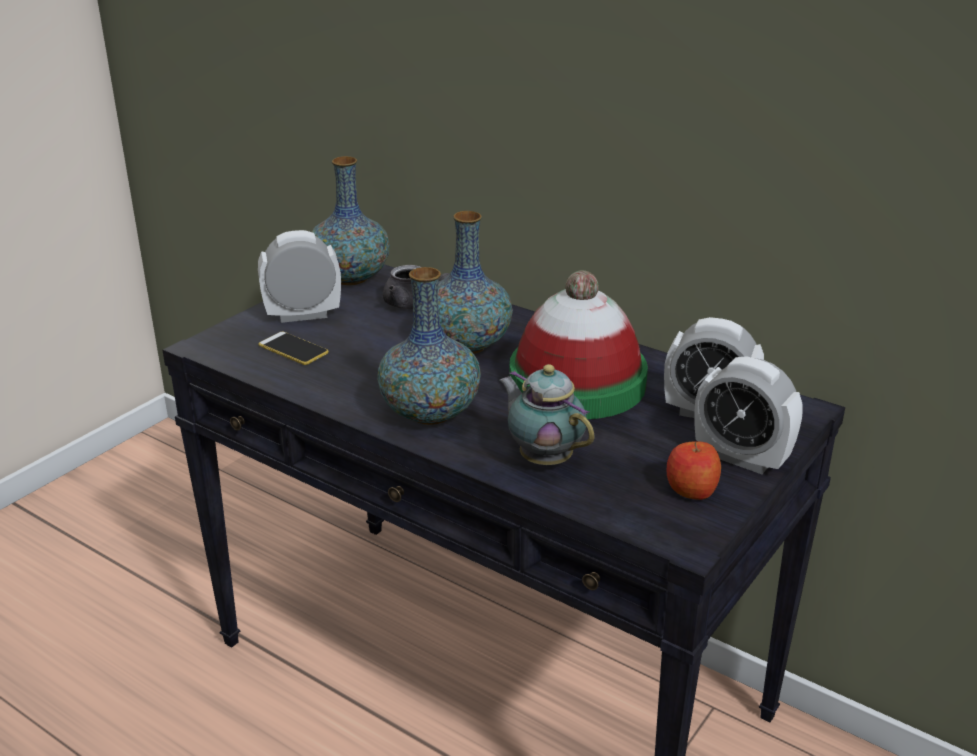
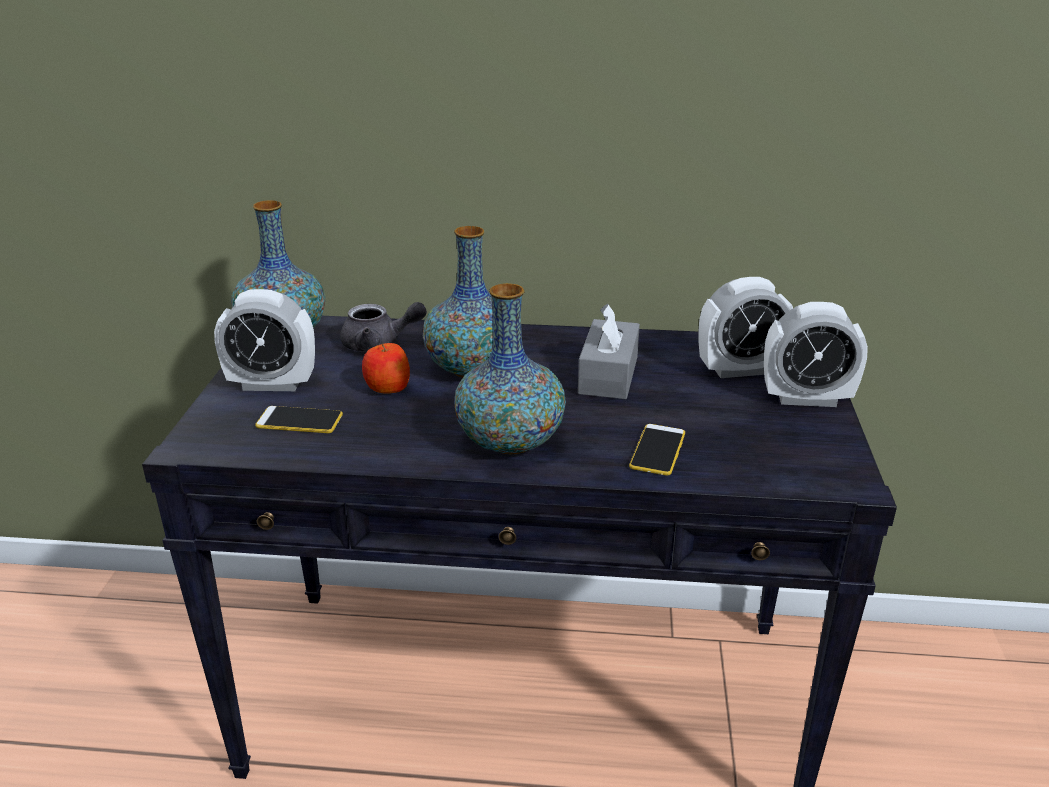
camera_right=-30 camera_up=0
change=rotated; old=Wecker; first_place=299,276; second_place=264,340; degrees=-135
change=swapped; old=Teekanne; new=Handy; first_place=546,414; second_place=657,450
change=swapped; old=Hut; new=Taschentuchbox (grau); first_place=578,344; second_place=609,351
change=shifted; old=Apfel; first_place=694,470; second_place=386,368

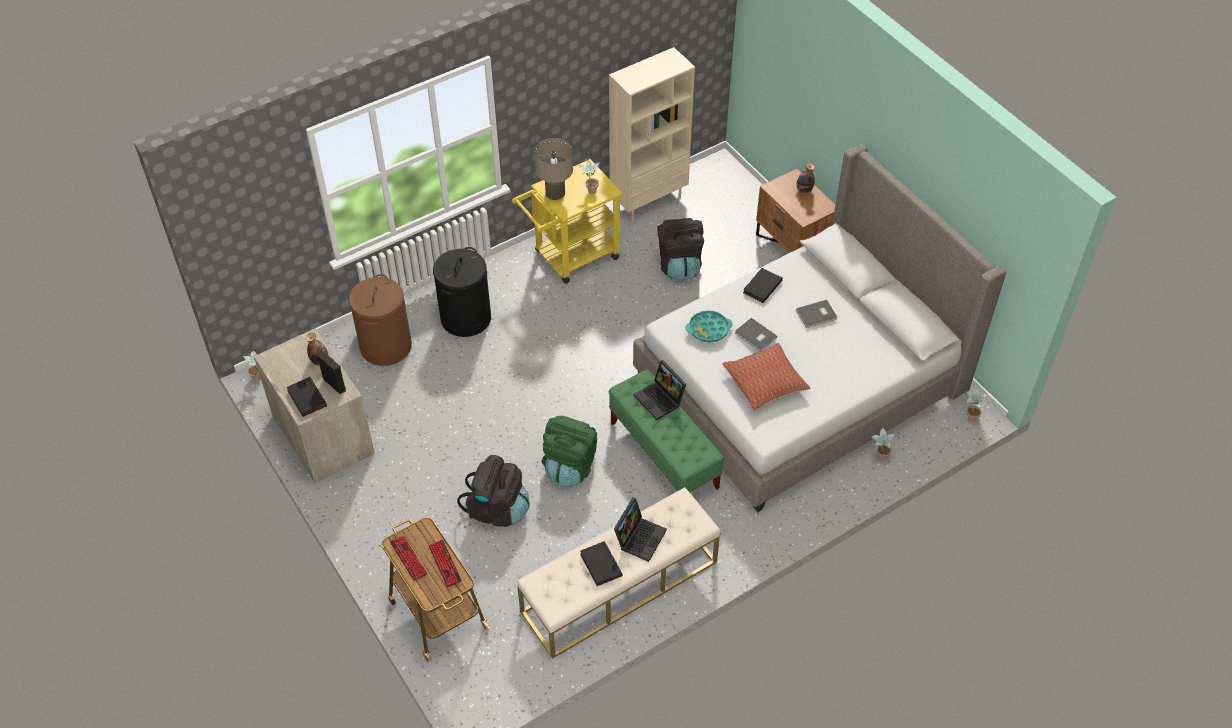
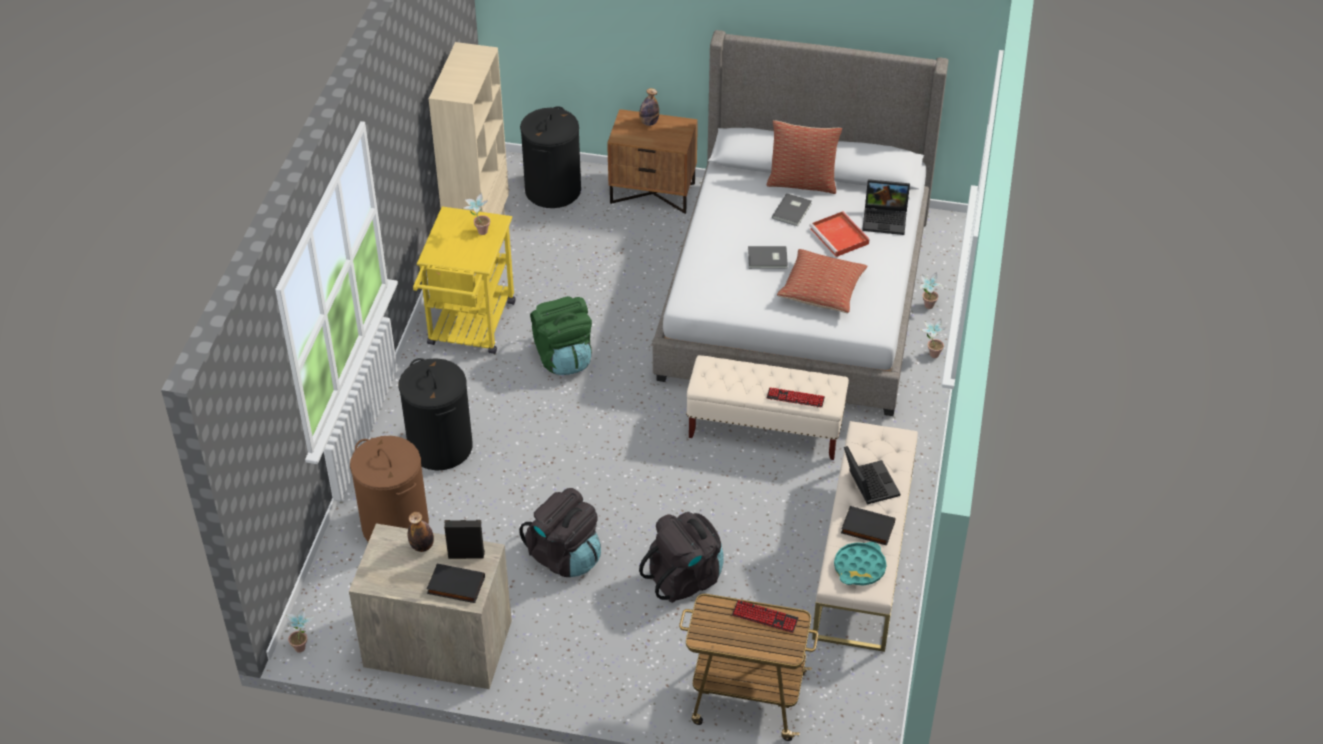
camera_right=-45 camera_up=-5
change=shifted; old=Tastatur; first_place=409,558; second_place=796,397
change=gone; old=Tischlampe (beige); first_place=553,169
change=shifted; old=Rucksack (grün); first_place=569,451; second_place=561,335
change=repainted; old=Bank (grün); new=Bank (beige); first_place=666,431; second_place=767,407
change=shifted; old=Laptop; first_place=660,390; second_place=886,207
change=shifted; old=Rucksack (schwarz); first_place=680,249; second_place=560,532
change=shifted; old=Tablett (türkis); first_place=708,326; second_place=860,564
change=gone; old=Buch (schwarz); first_place=762,285
change=shifted; old=Topfpflanze; first_place=976,404; second_place=933,338
change=new; new=Wäschekorb (schwarz); second_place=550,157
change=new; new=Kissen; second_place=804,157
change=new; new=Tablett (rot); second_place=839,234

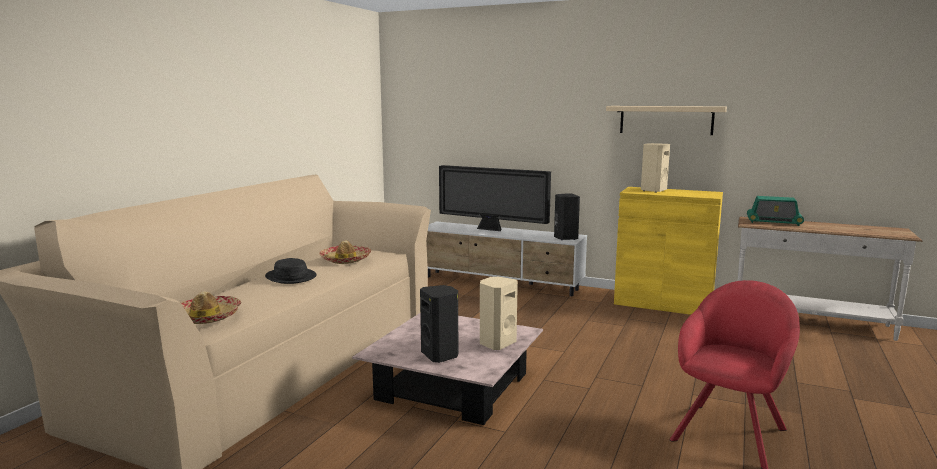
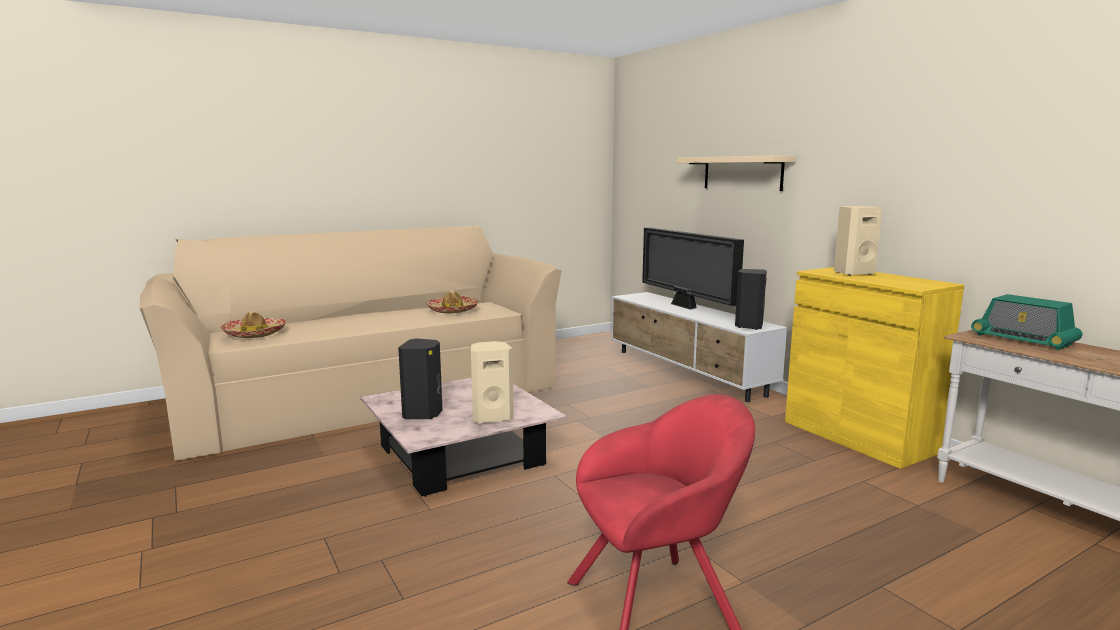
camera_right=35 camera_up=0
change=gone; old=Hut (schwarz); first_place=291,271
change=shifted; old=Wandregal (beige); first_place=666,120; second_place=736,173

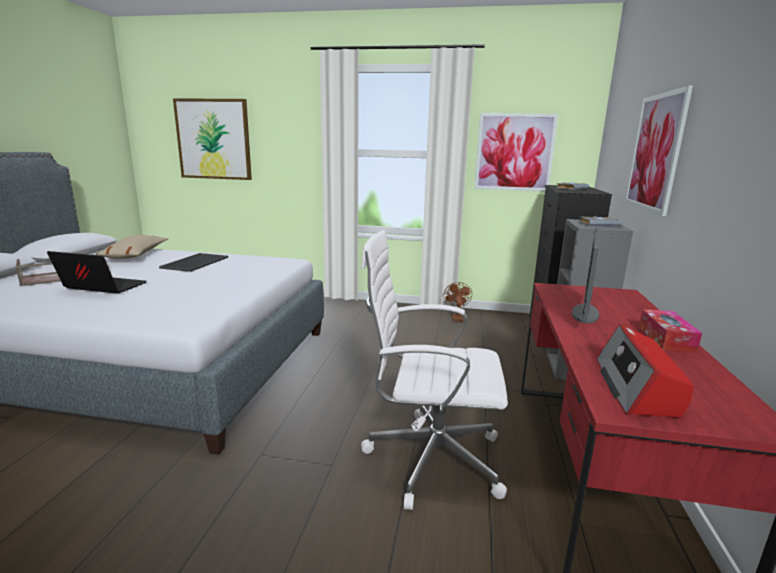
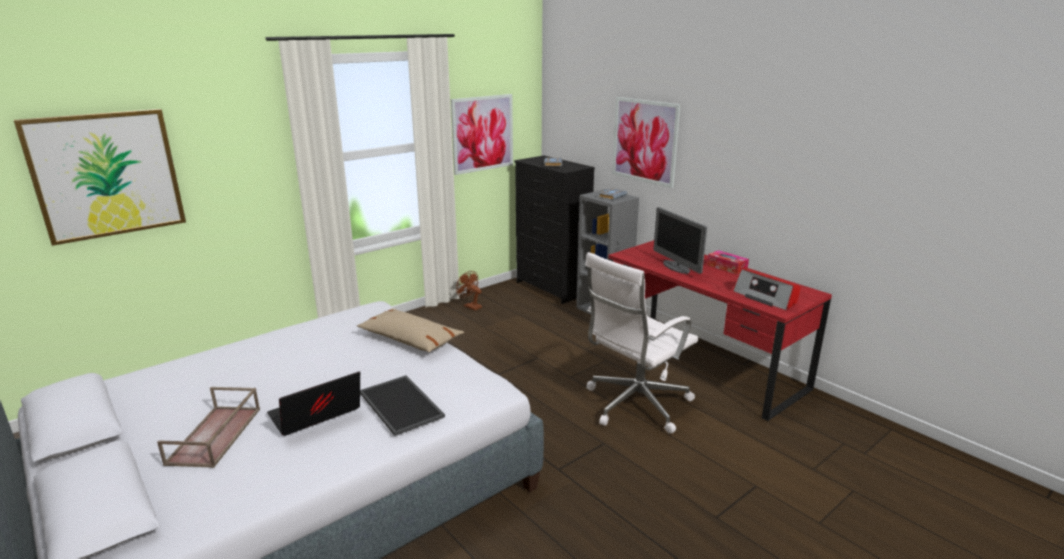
camera_right=-50 camera_up=5
change=shifted; old=Kissen (beige); first_place=133,247; second_place=410,330
change=shifted; old=Tablett; first_place=193,262; second_place=402,405

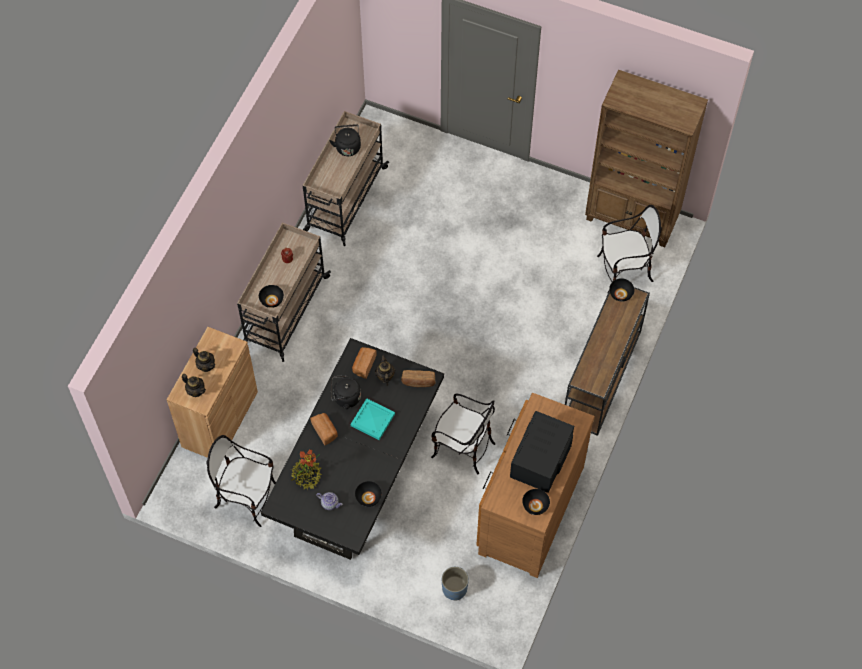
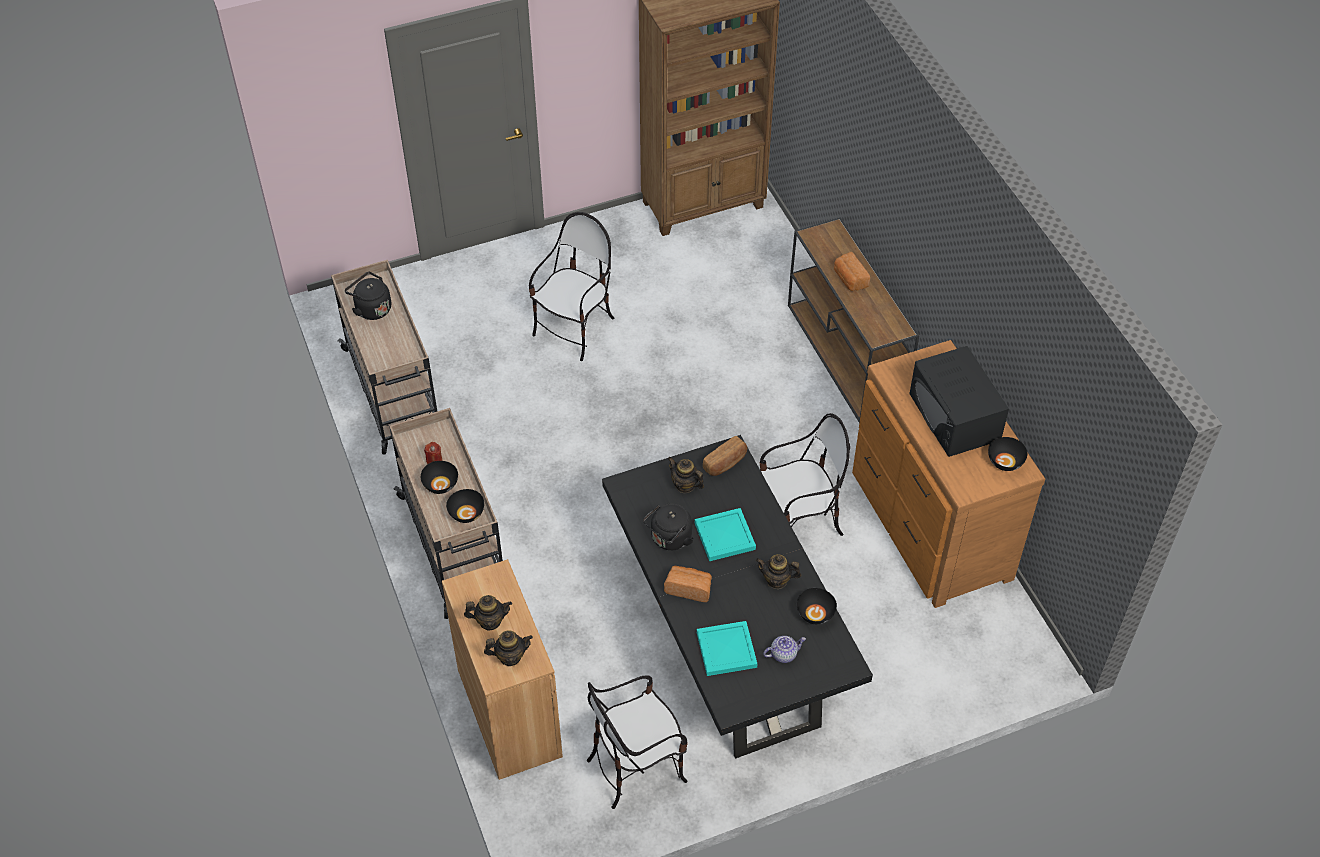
camera_right=-45 camera_up=-10
change=swapped; old=Topfpflanze; new=Tablett (türkis); first_place=306,470; second_place=727,648
change=shifted; old=Brot; first_place=364,363; second_place=852,271
change=gone; old=Pflanzkübel (blau); first_place=455,584
change=shifted; old=Stuhl; first_place=629,249; second_place=571,286
change=shifted; old=Schüssel (schwarz); first_place=622,289; second_place=439,477
change=new; new=Teekanne; second_place=778,571

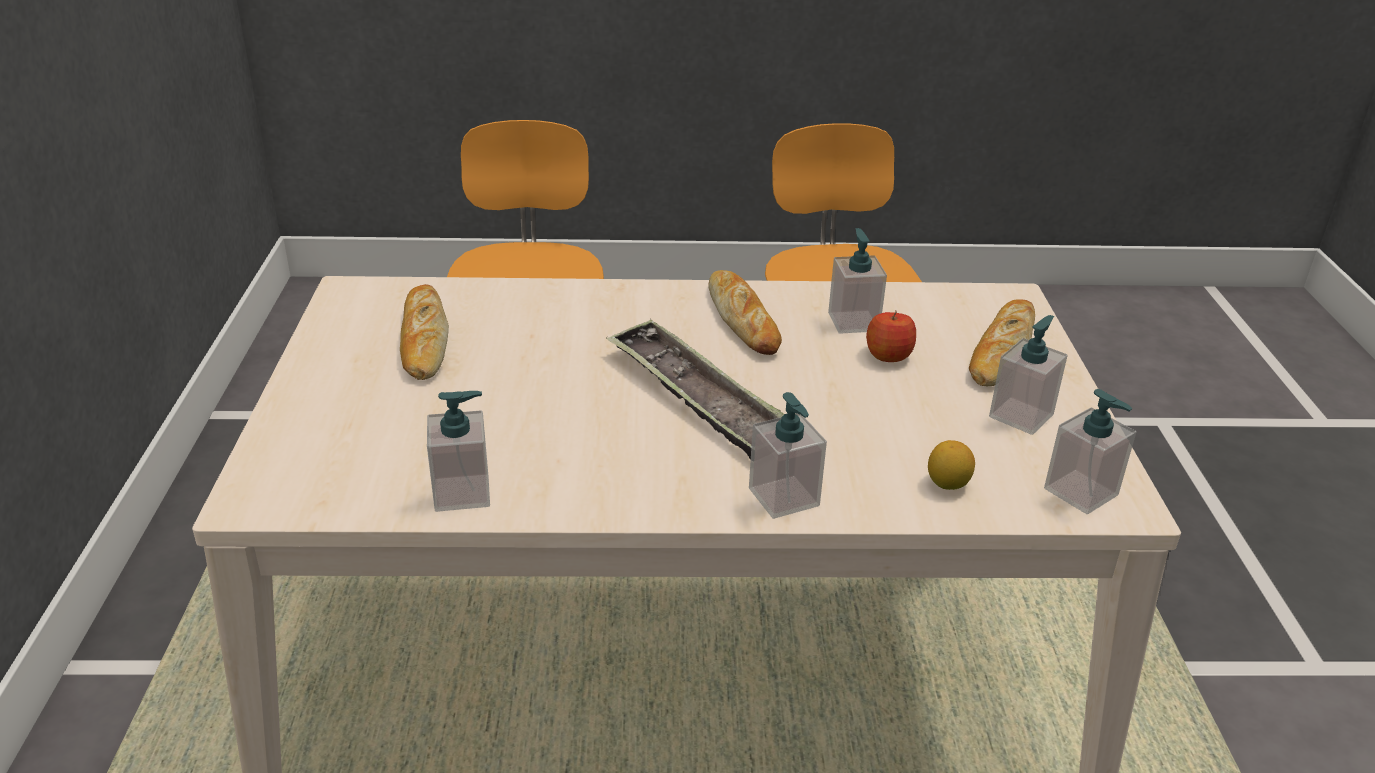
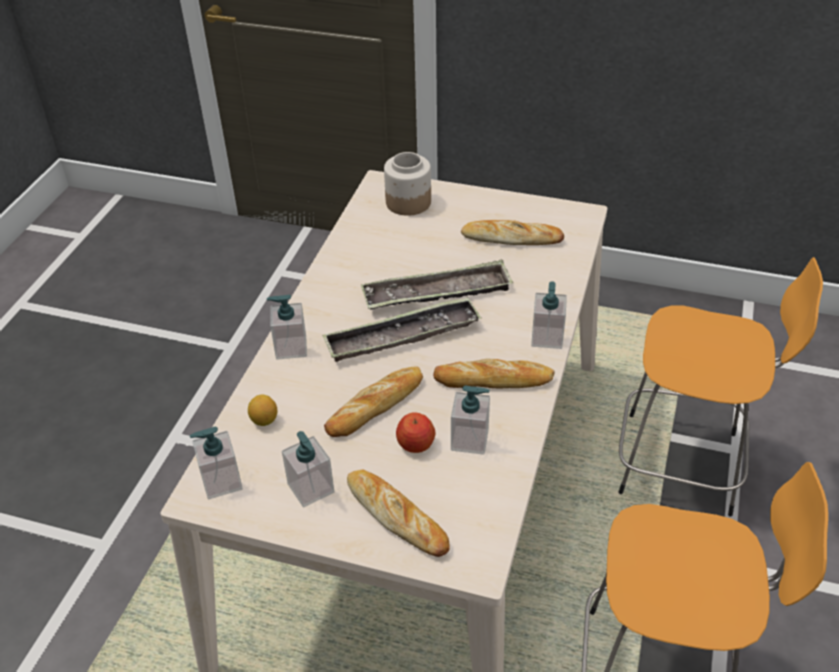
camera_right=110 camera_up=10
change=shifted; old=Seifenspender; first_place=458,451; second_place=549,315
change=new; new=Brot; second_place=373,402
change=new; new=Tablett; second_place=437,284
change=new; new=Vorratsglas; second_place=407,184

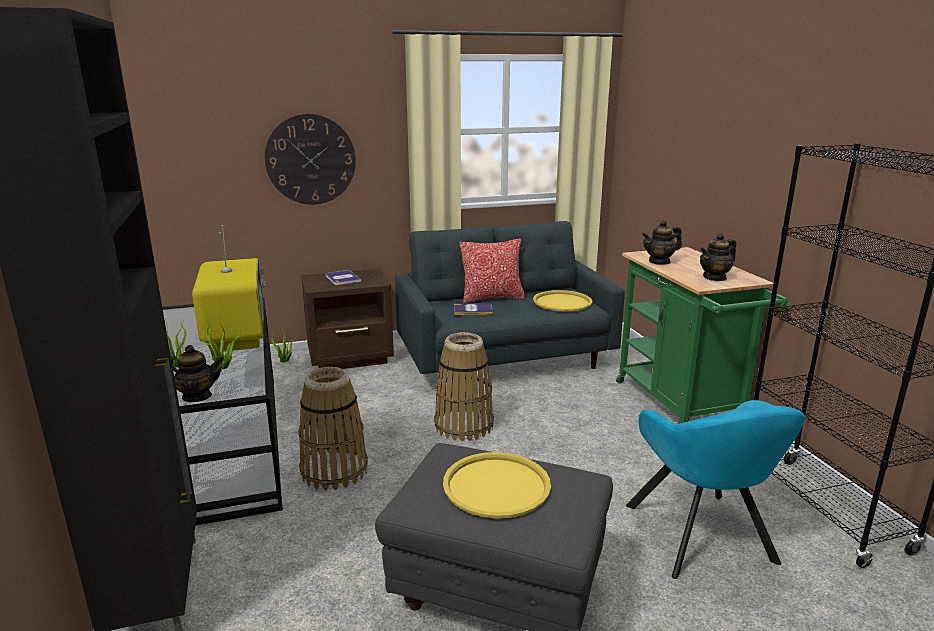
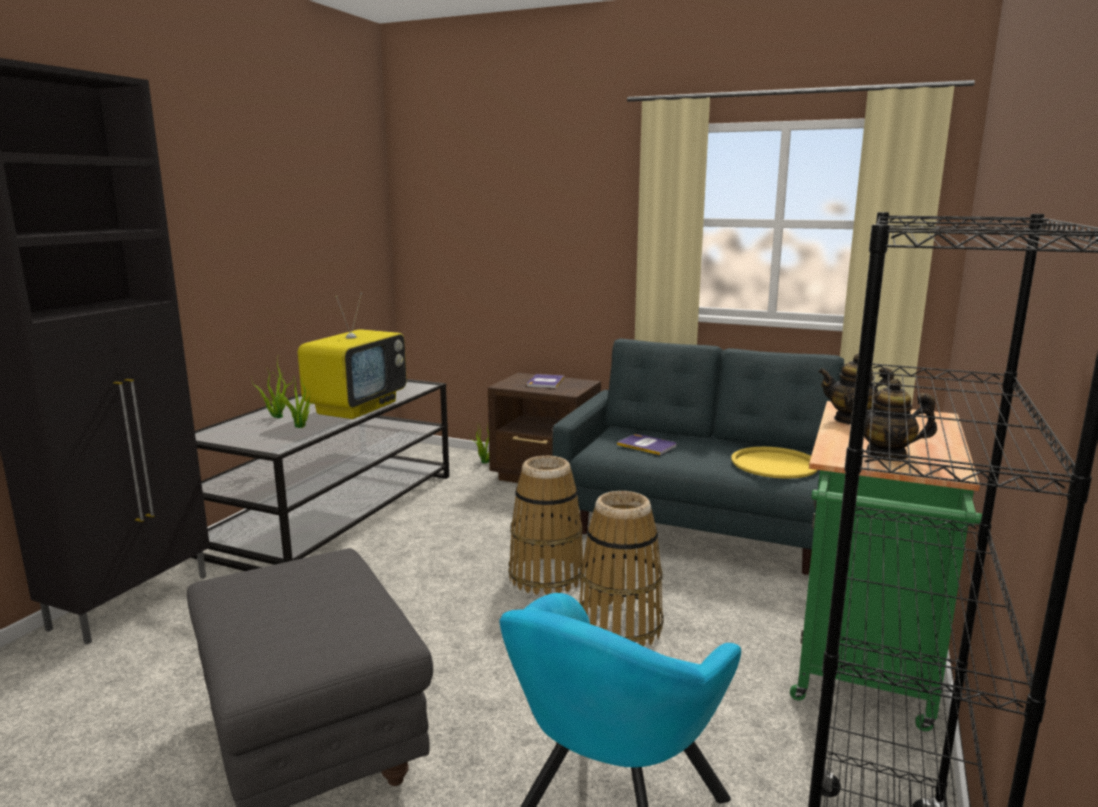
camera_right=40 camera_up=-5
change=gone; old=Teekanne; first_place=197,373
change=gone; old=Wanduhr; first_place=310,159
change=shifted; old=Korb; first_place=333,428; second_place=621,568
change=gone; old=Tablett (gelb); first_place=497,485
change=gone; old=Kissen; first_place=492,271

